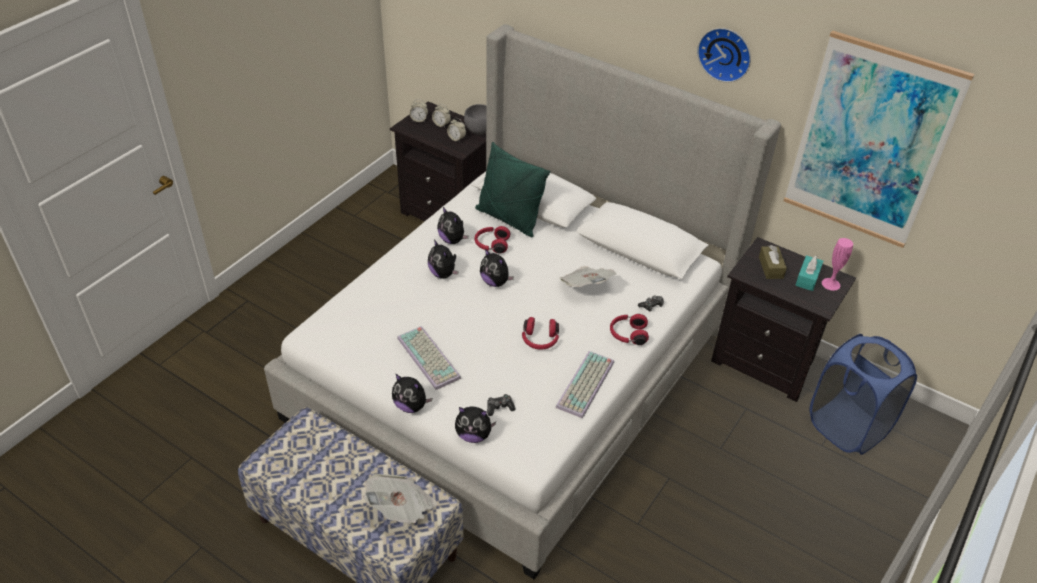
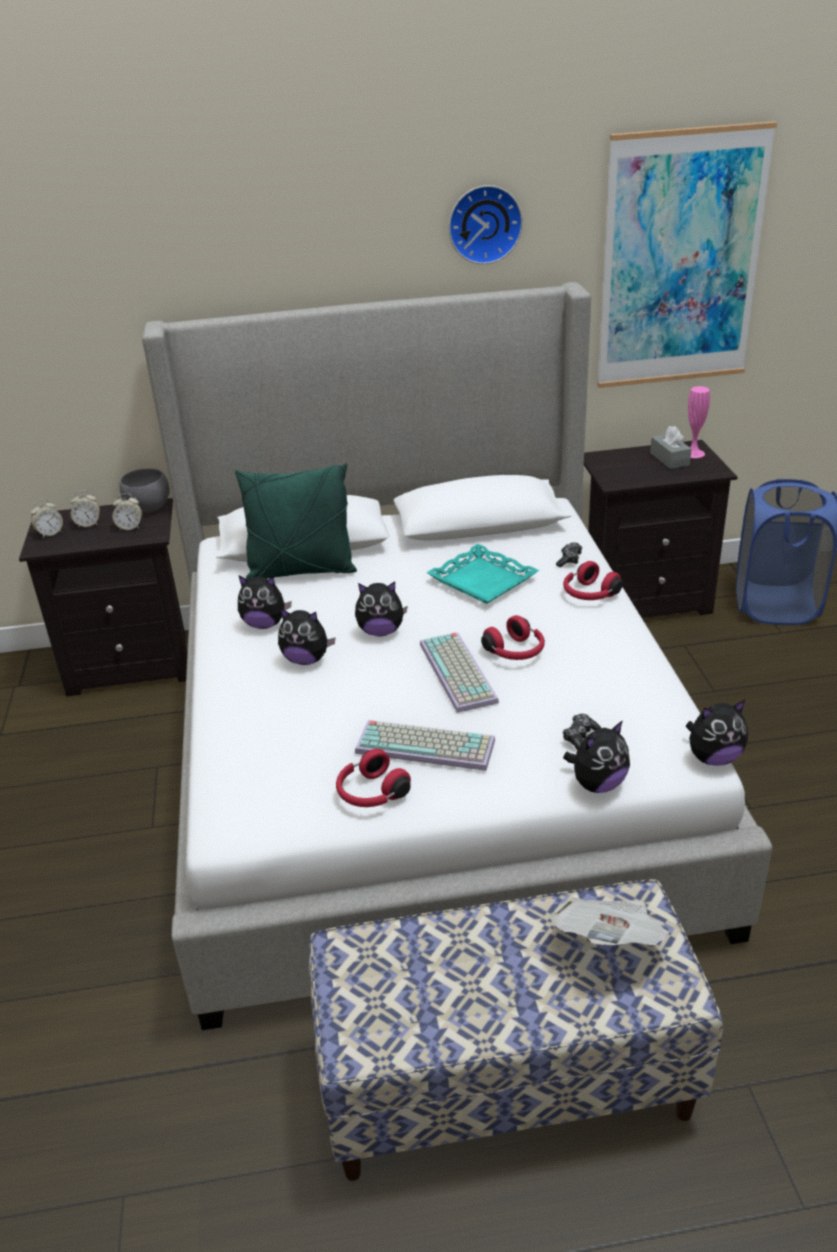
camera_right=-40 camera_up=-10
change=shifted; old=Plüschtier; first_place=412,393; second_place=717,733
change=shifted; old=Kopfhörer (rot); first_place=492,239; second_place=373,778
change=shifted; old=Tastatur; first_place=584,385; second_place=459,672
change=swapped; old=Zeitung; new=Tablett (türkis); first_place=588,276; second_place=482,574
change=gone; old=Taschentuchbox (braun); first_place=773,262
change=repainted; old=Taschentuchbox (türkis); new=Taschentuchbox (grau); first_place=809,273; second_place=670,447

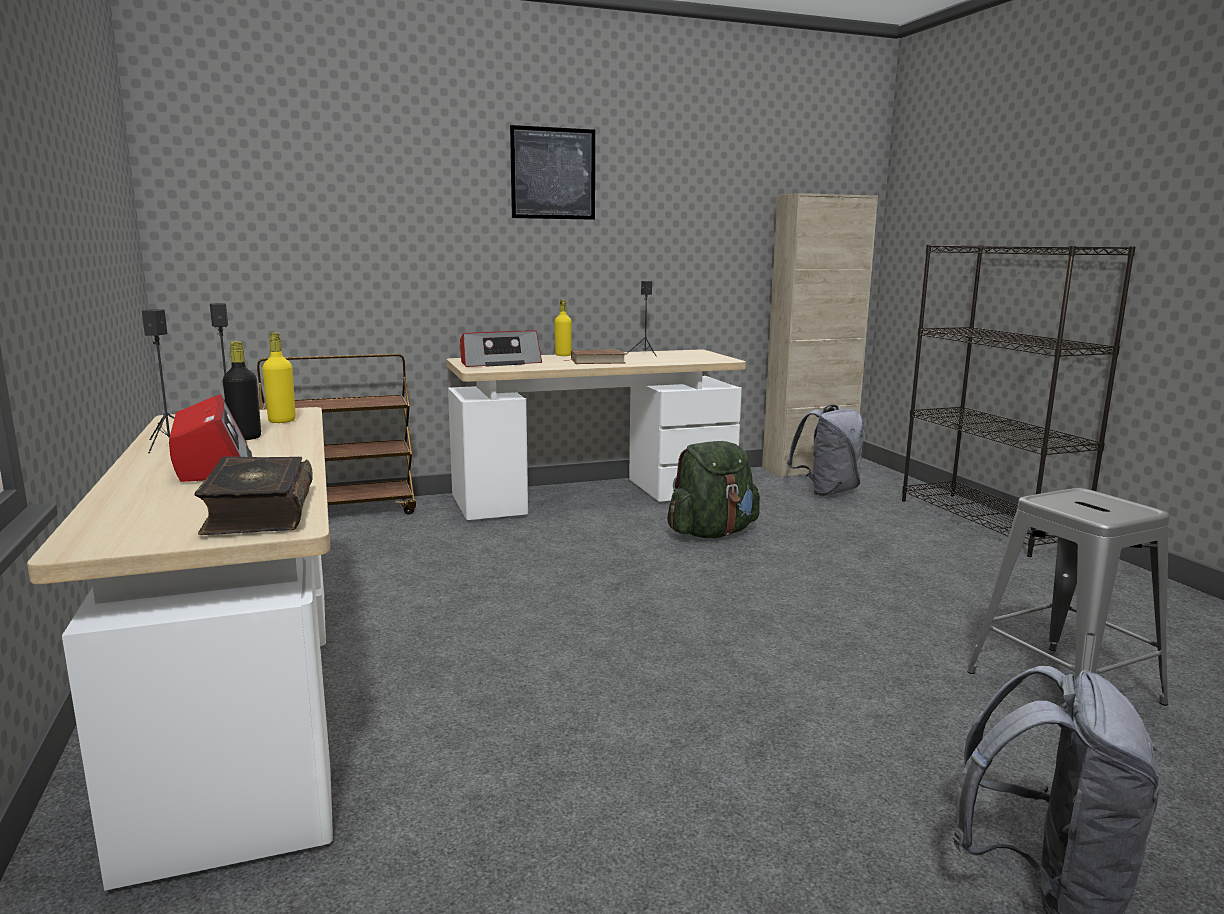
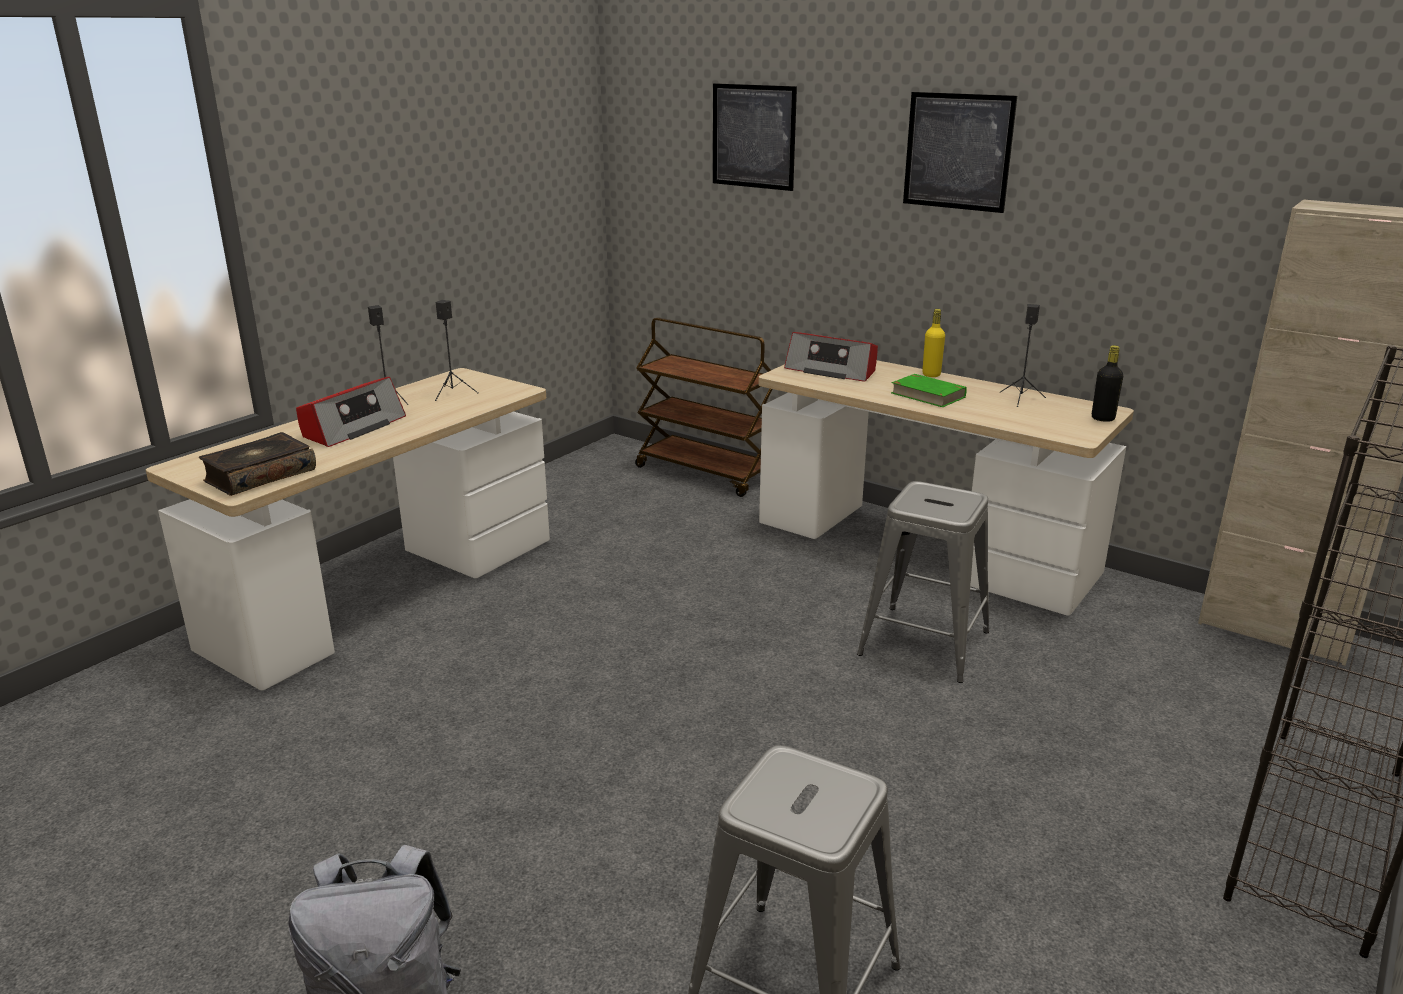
camera_right=55 camera_up=10
change=shifted; old=Flasche (schwarz); first_place=242,390; second_place=1107,383
change=gone; old=Flasche (gelb); first_place=279,378
change=repainted; old=Buch (braun); new=Buch (grün); first_place=595,357; second_place=929,390
change=swapped; old=Rucksack (grün); new=Hocker (grau); first_place=713,489; second_place=923,582
change=gone; old=Rucksack (grau); first_place=825,450
change=new; new=Bild; second_place=755,137

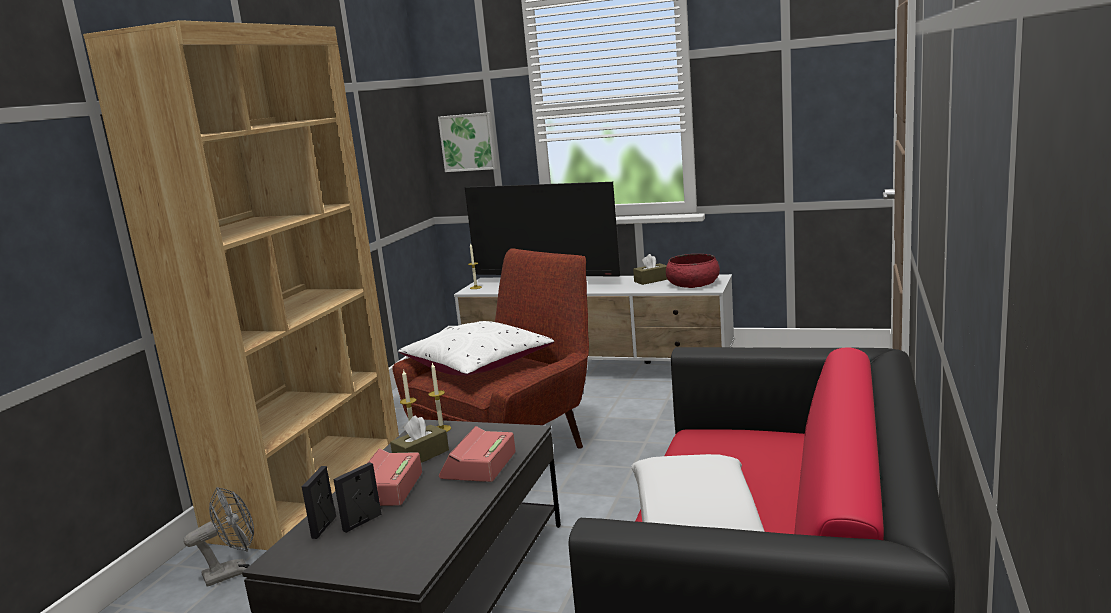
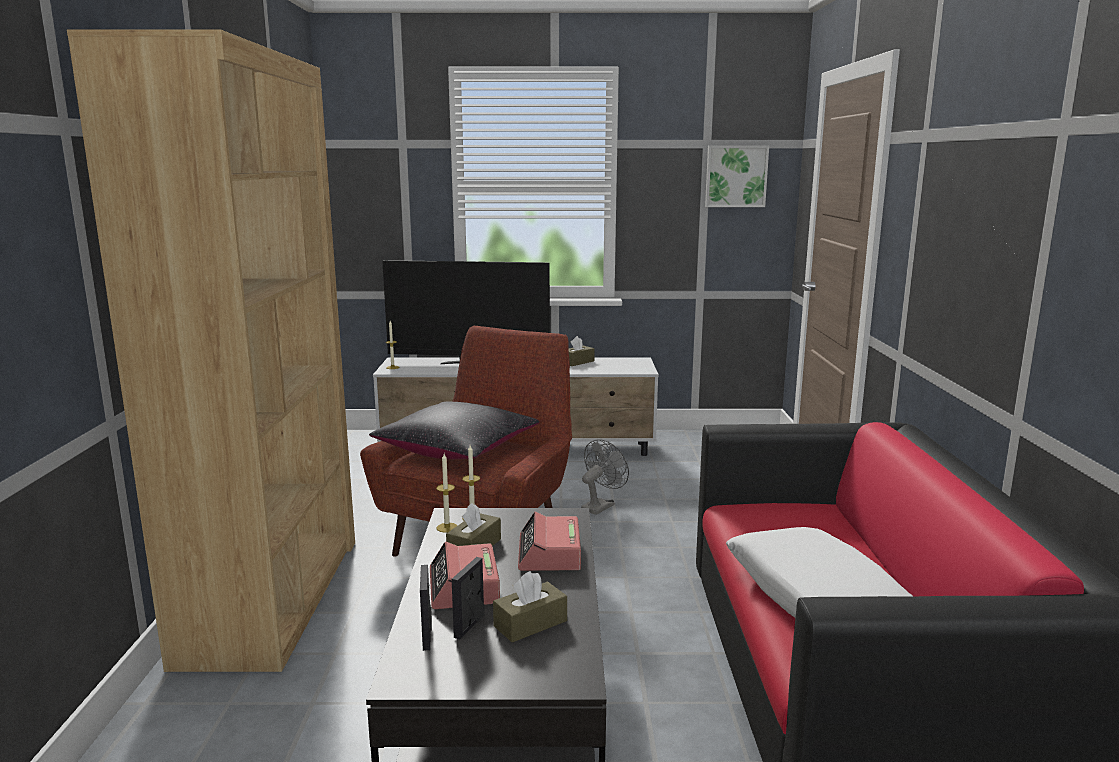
camera_right=-20 camera_up=0
change=shifted; old=Ventilator (grau); first_place=218,537; second_place=605,477
change=repainted; old=Kissen (weiß); new=Kissen (schwarz); first_place=476,348; second_place=454,430
change=shifted; old=Bild; first_place=467,142; second_place=737,176
change=gone; old=Schüssel (rot); first_place=693,271
change=new; new=Taschentuchbox (braun); second_place=530,607

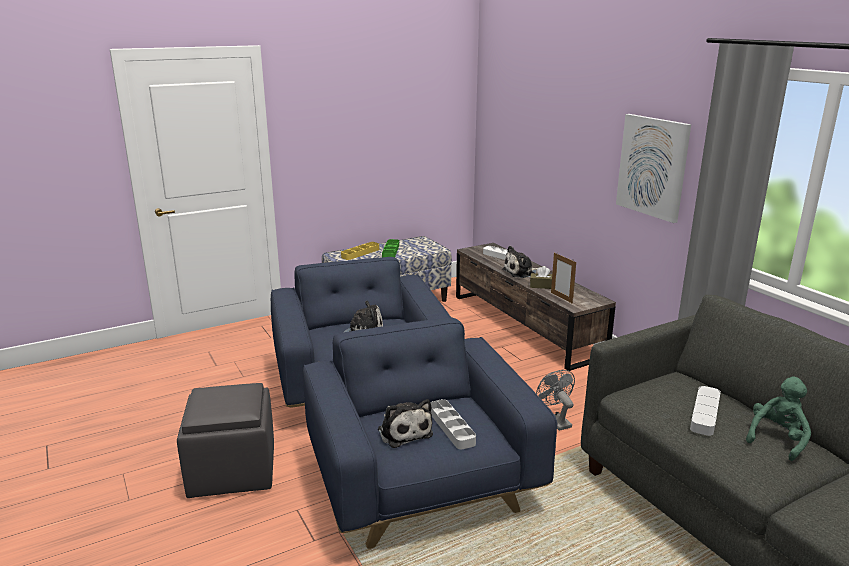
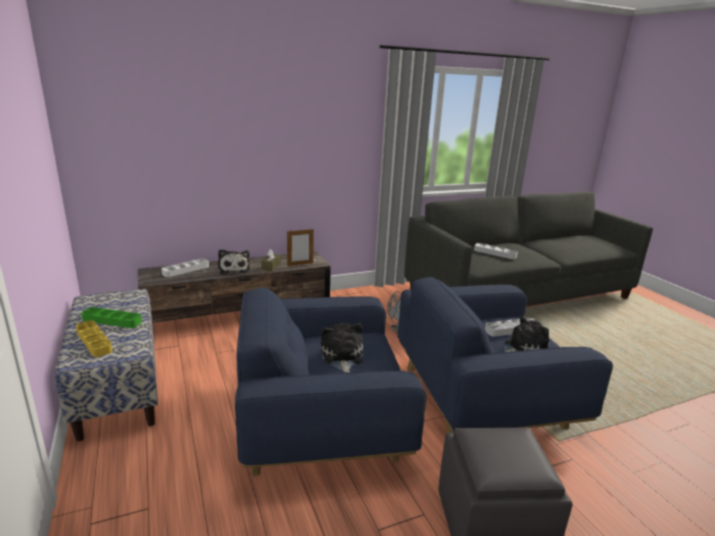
camera_right=-85 camera_up=0
change=gone; old=Bild; first_place=653,168
change=gone; old=Plüschtier (grün); first_place=778,419

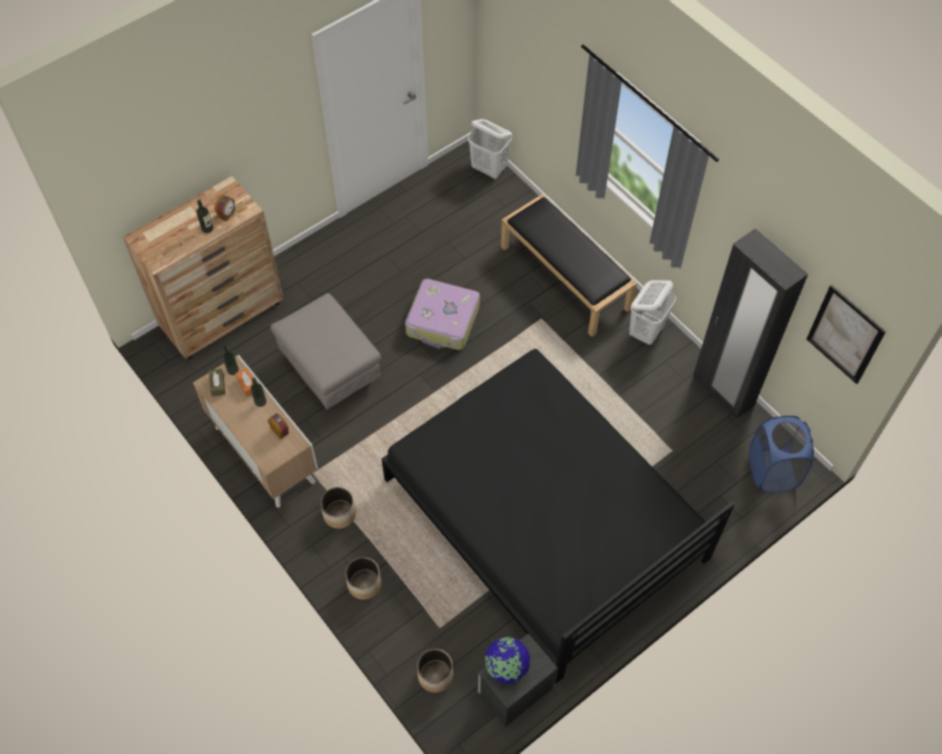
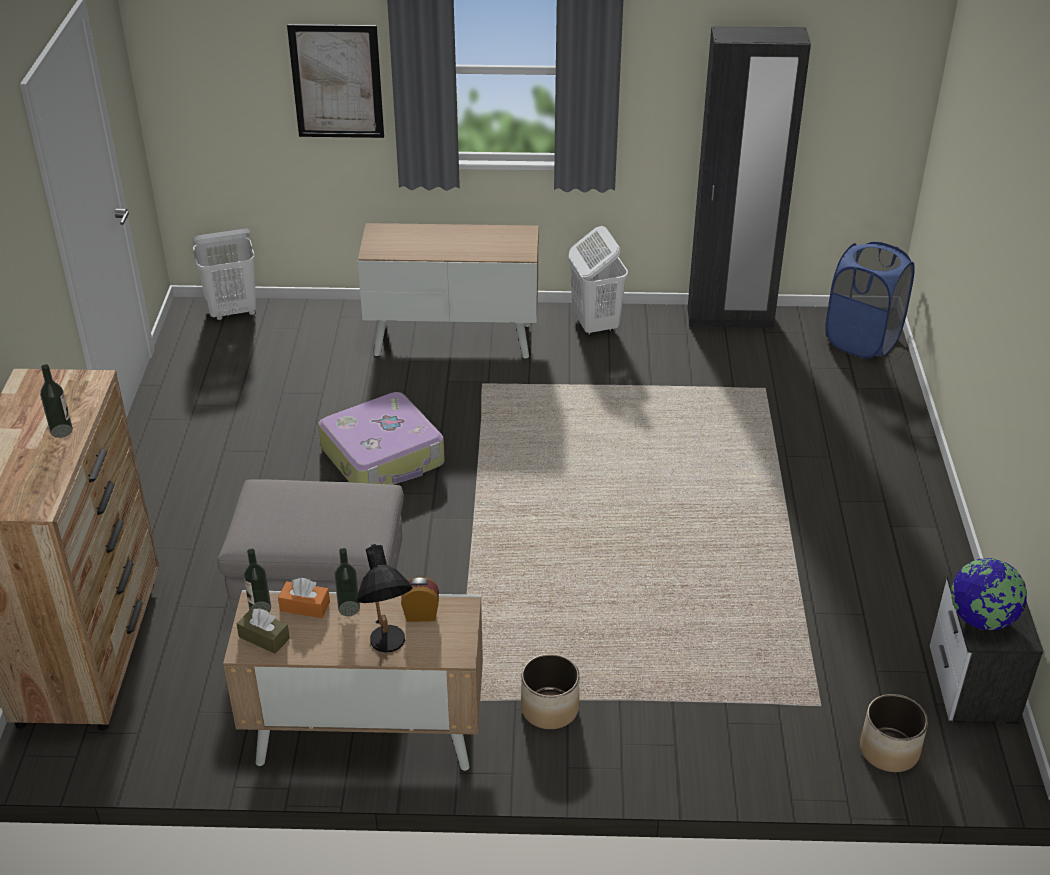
camera_right=-50 camera_up=-20
change=gone; old=Wecker; first_place=225,208
change=gone; old=Pflanzkübel; first_place=363,578
change=gone; old=Bett (schwarz); first_place=558,516
change=swapped; old=Bank (schwarz); new=Schrank; first_place=569,265; second_place=447,290
change=shifted; old=Bild; first_place=846,334; second_place=335,81
change=new; new=Tischlampe (schwarz); second_place=384,598

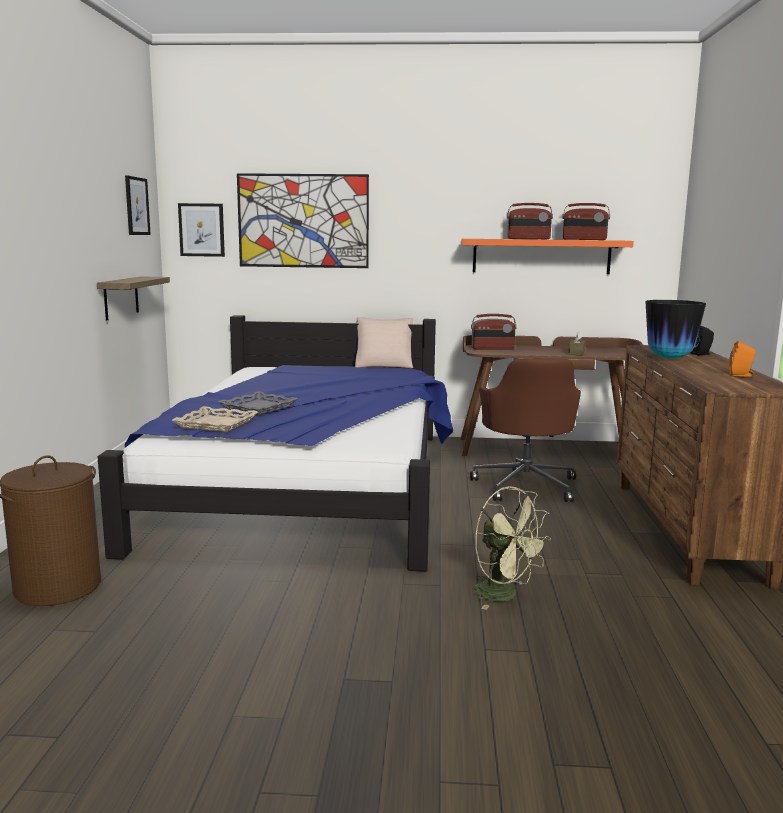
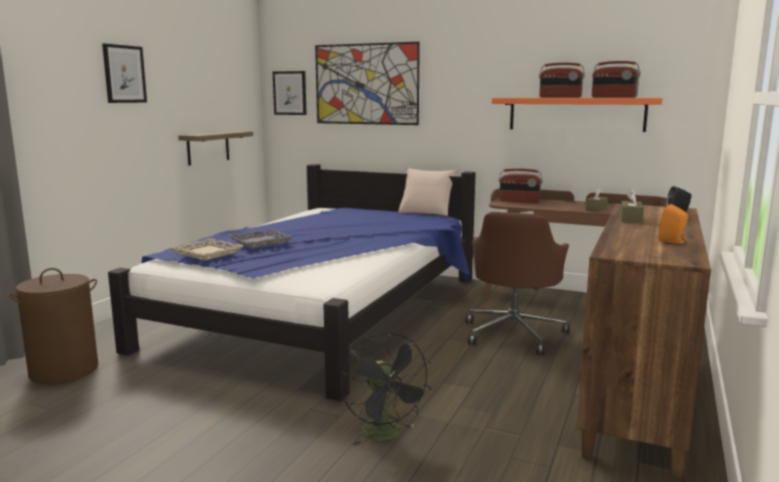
camera_right=20 camera_up=0
change=shifted; old=Bild; first_place=138,205; second_place=124,73
change=repainted; old=Ventilator (grün); new=Ventilator (schwarz); first_place=512,548; second_place=386,389
change=swapped; old=Vase; new=Taschentuchbox (braun); first_place=675,329; second_place=632,206

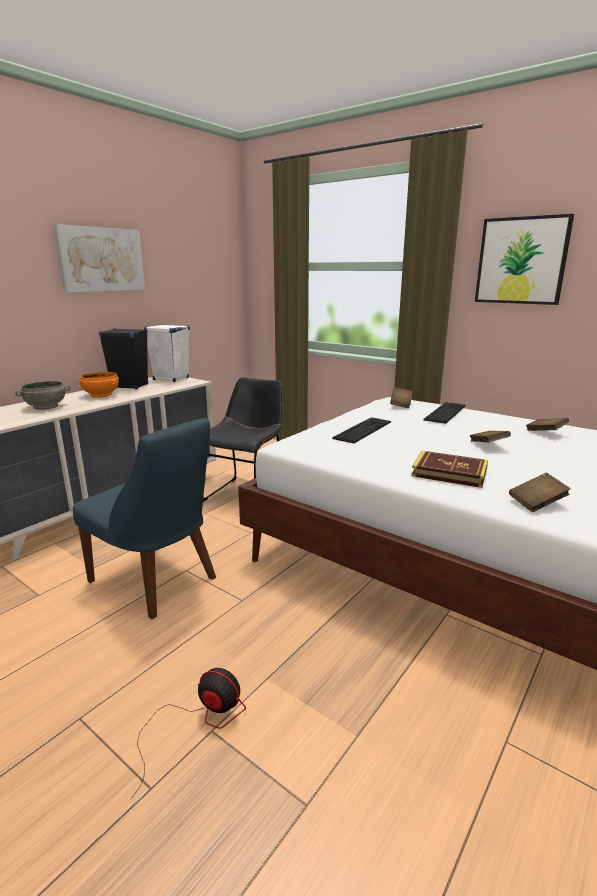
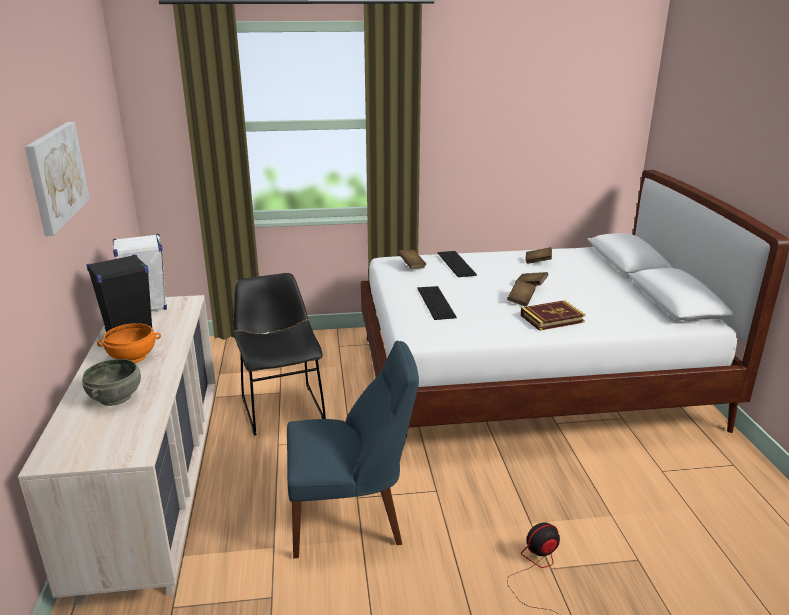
camera_right=-45 camera_up=5
change=gone; old=Bild; first_place=524,259
change=shifted; old=Buch (braun); first_place=540,492; second_place=521,293

